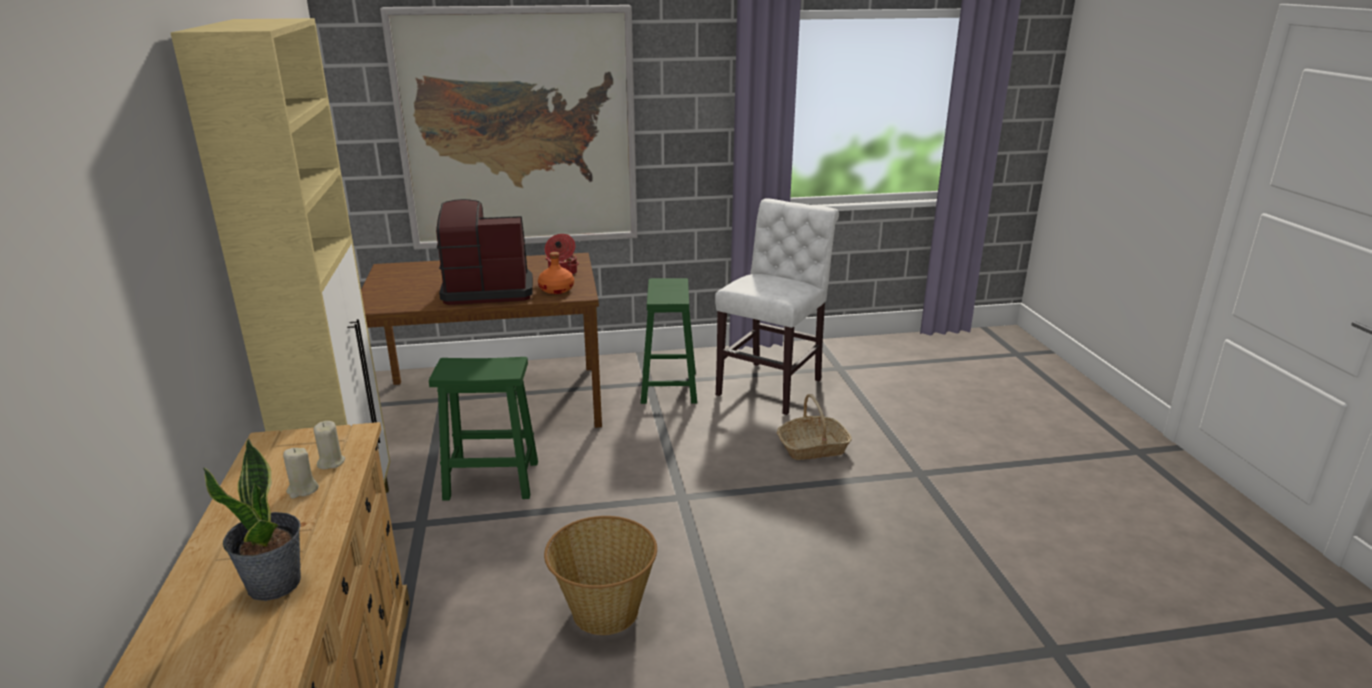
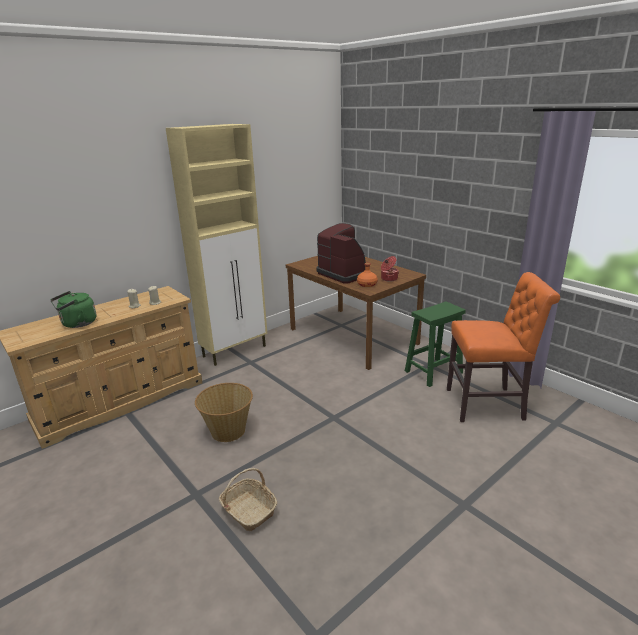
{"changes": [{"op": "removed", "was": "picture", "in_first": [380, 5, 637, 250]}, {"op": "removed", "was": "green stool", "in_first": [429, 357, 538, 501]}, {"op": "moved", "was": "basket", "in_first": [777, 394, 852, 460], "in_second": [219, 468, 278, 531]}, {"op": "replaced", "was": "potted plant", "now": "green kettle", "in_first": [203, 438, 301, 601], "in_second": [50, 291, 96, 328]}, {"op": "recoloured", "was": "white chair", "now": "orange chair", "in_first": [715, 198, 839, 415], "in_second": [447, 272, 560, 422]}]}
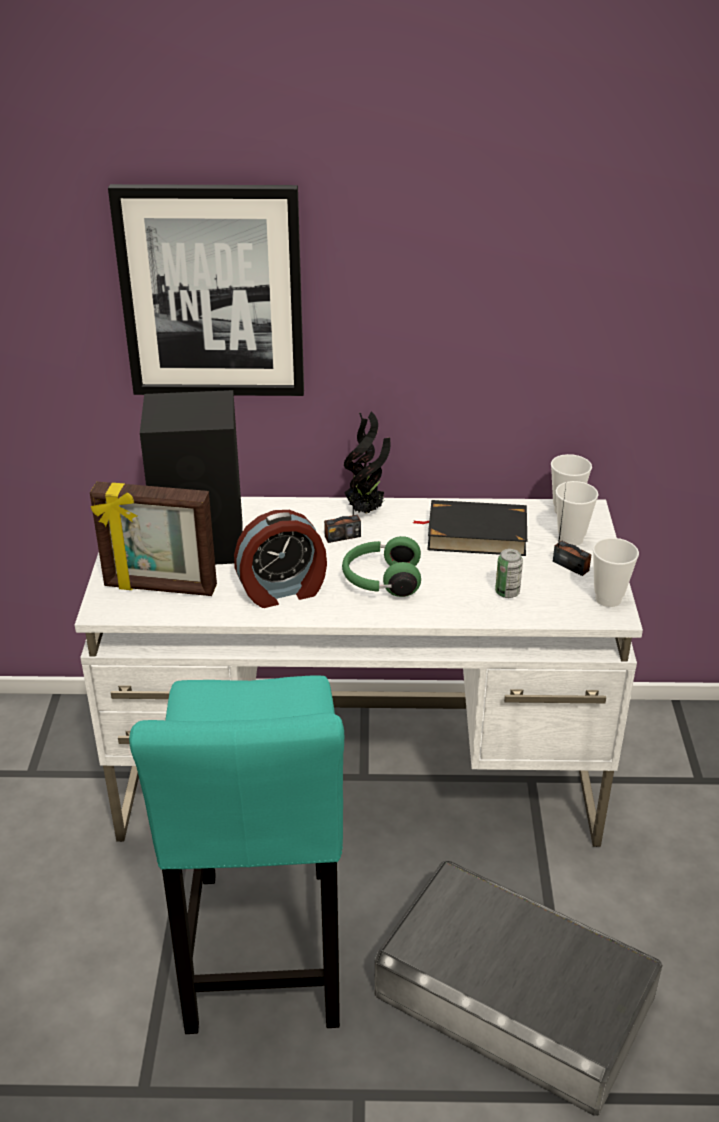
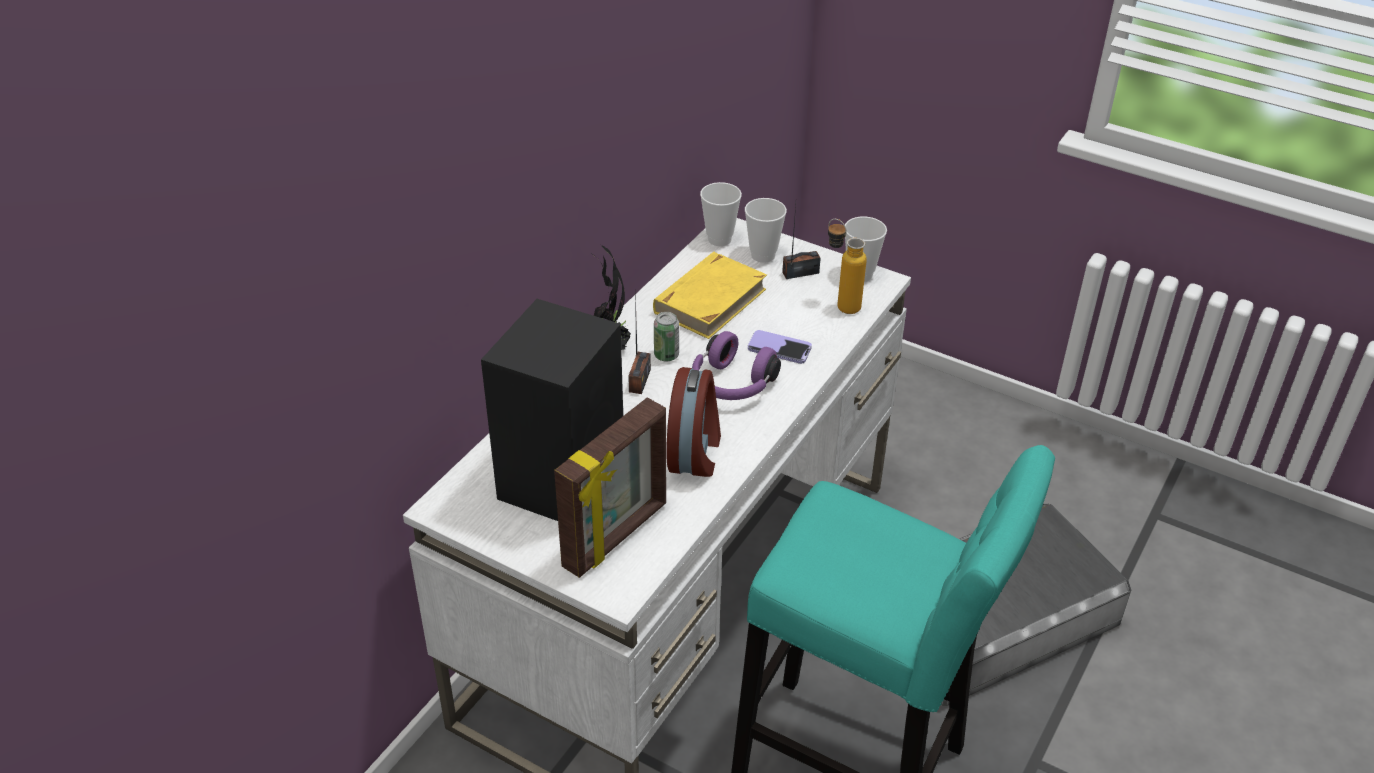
{"changes": [{"op": "removed", "was": "picture", "in_first": [108, 184, 304, 396]}, {"op": "added", "now": "phone", "in_second": [748, 330, 812, 364]}, {"op": "added", "now": "bottle", "in_second": [828, 219, 867, 314]}, {"op": "moved", "was": "can", "in_first": [495, 549, 523, 598], "in_second": [654, 312, 679, 361]}, {"op": "recoloured", "was": "green headphones", "now": "purple headphones", "in_first": [342, 536, 421, 597], "in_second": [692, 331, 781, 400]}, {"op": "recoloured", "was": "black book", "now": "yellow book", "in_first": [413, 500, 527, 556], "in_second": [653, 252, 767, 339]}]}
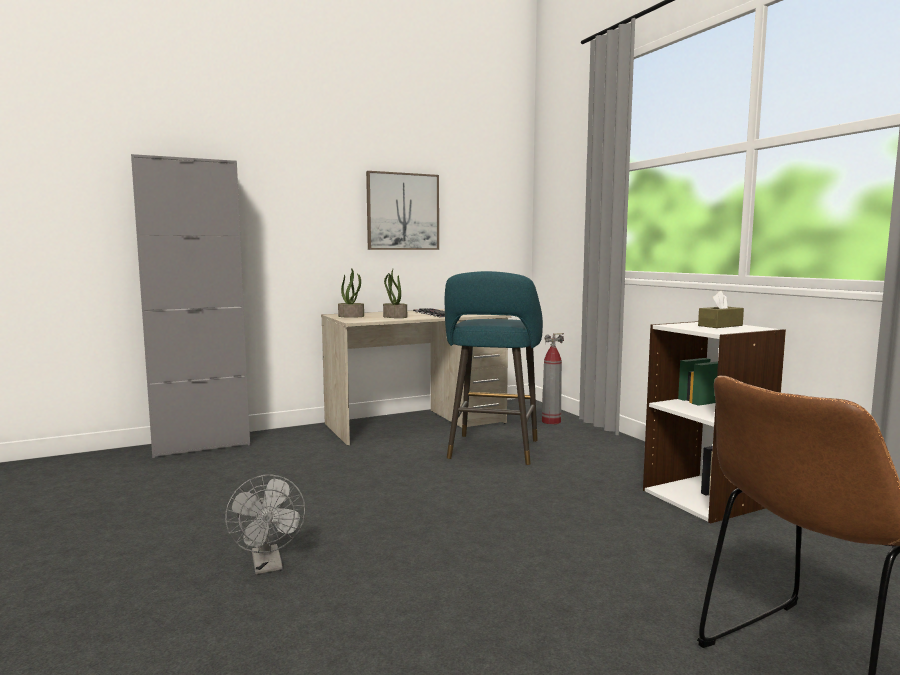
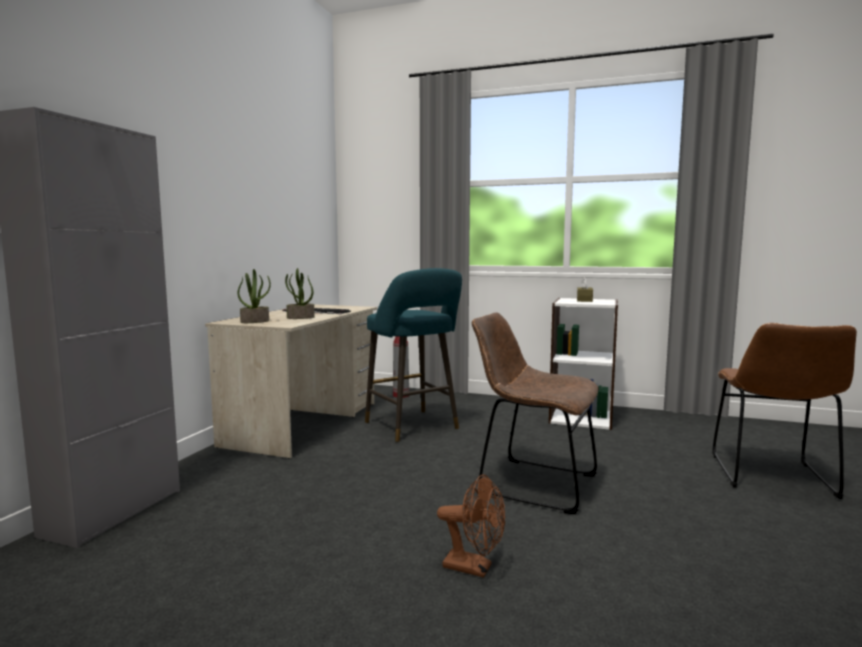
{"changes": [{"op": "removed", "was": "picture", "in_first": [366, 171, 439, 250]}, {"op": "added", "now": "brown chair", "in_second": [472, 313, 599, 514]}, {"op": "recoloured", "was": "grey fan", "now": "brown fan", "in_first": [225, 475, 306, 574], "in_second": [437, 474, 505, 578]}]}
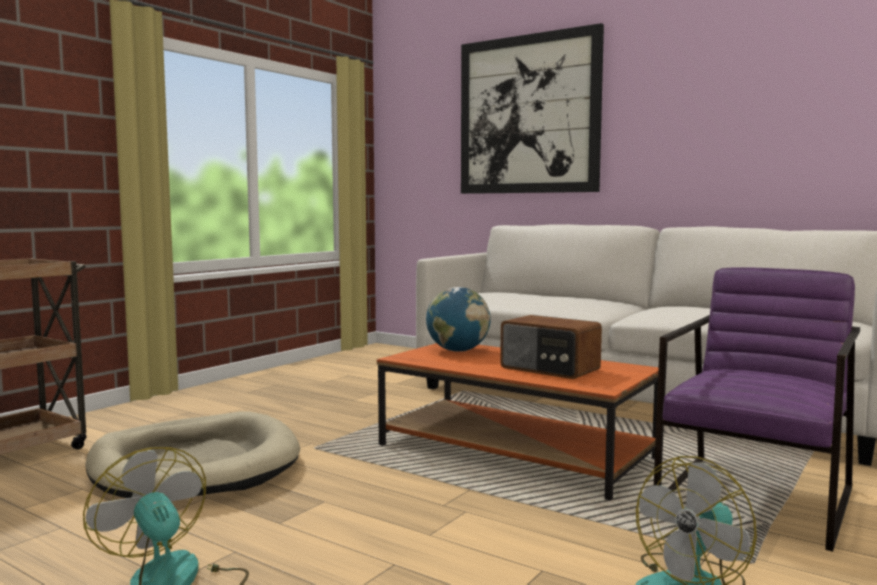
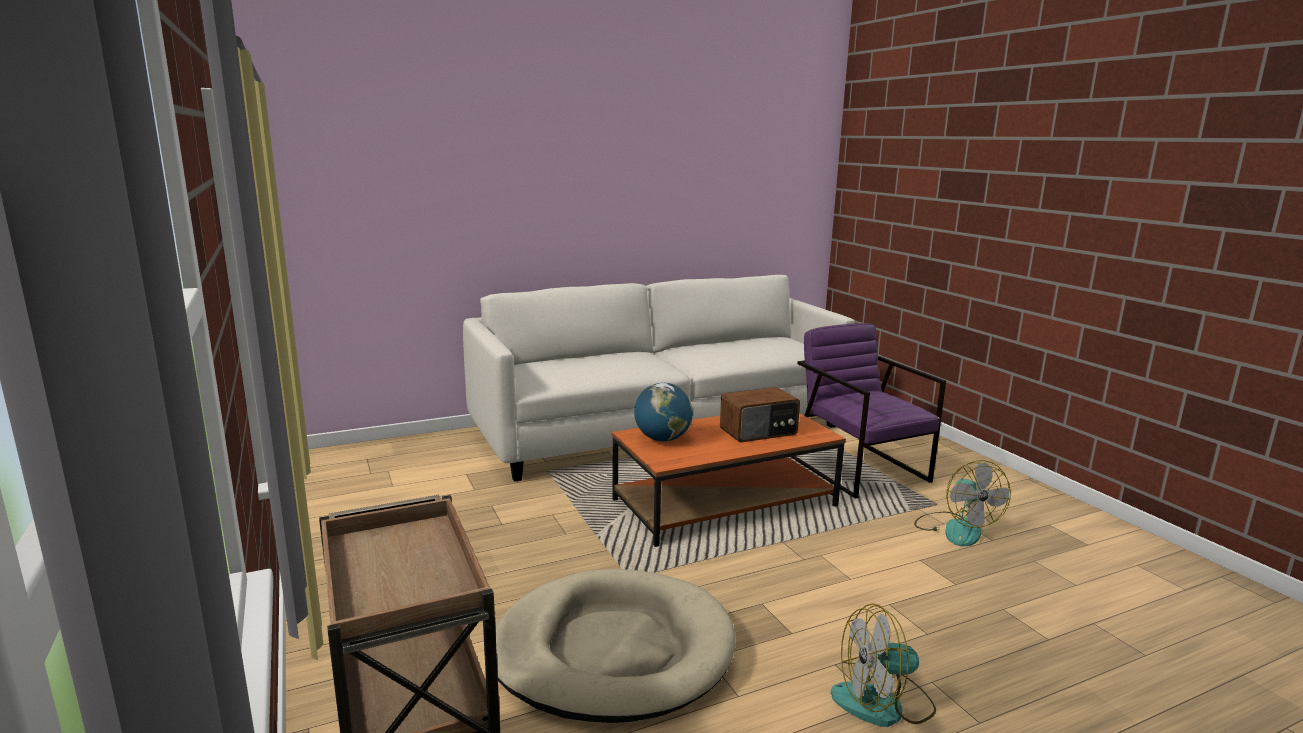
{"changes": [{"op": "removed", "was": "picture", "in_first": [461, 23, 604, 194]}]}
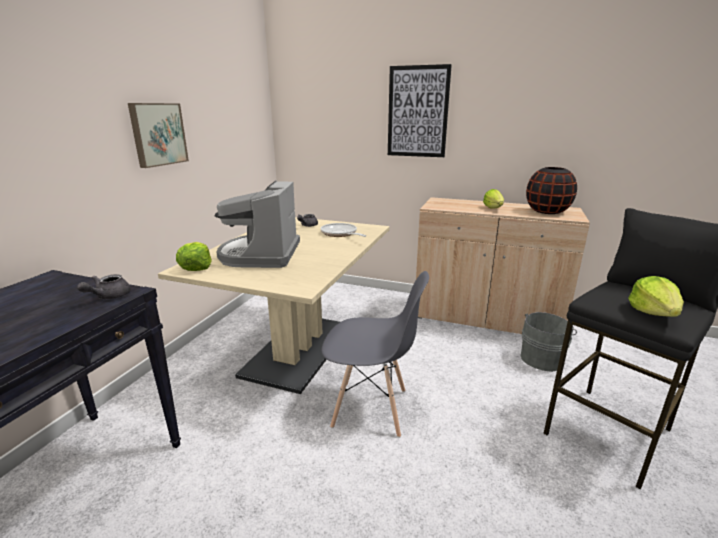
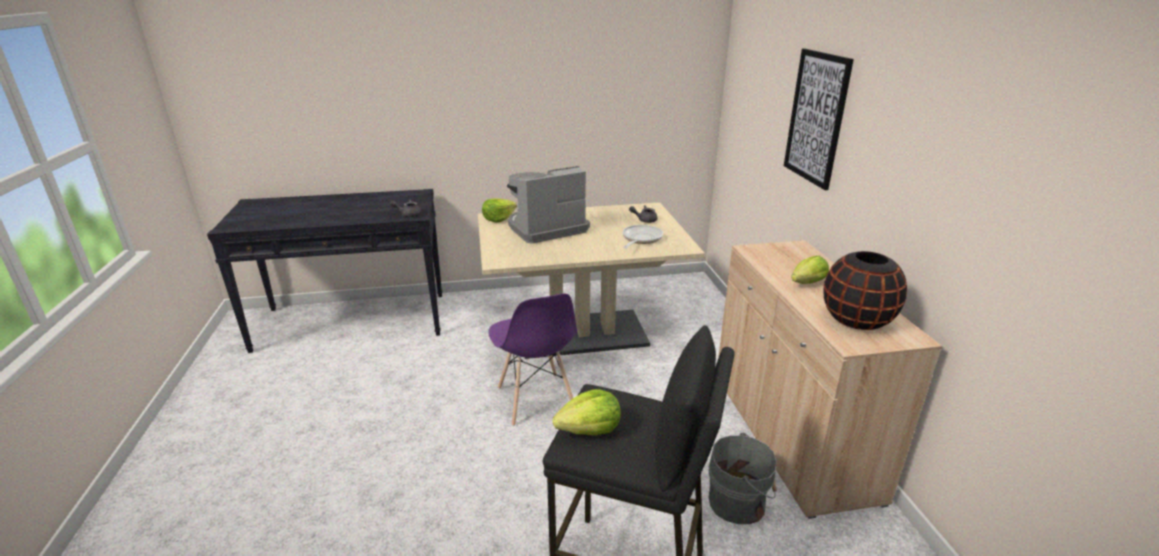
{"changes": [{"op": "removed", "was": "picture", "in_first": [128, 103, 189, 168]}, {"op": "recoloured", "was": "grey chair", "now": "purple chair", "in_first": [322, 271, 429, 438], "in_second": [488, 294, 577, 426]}]}
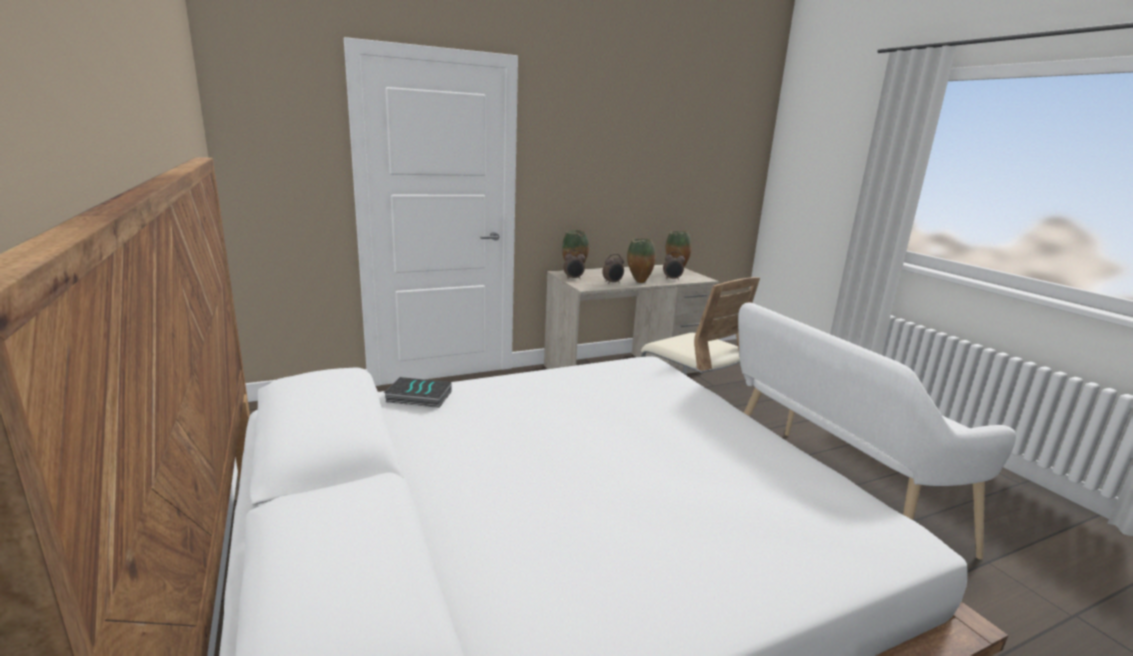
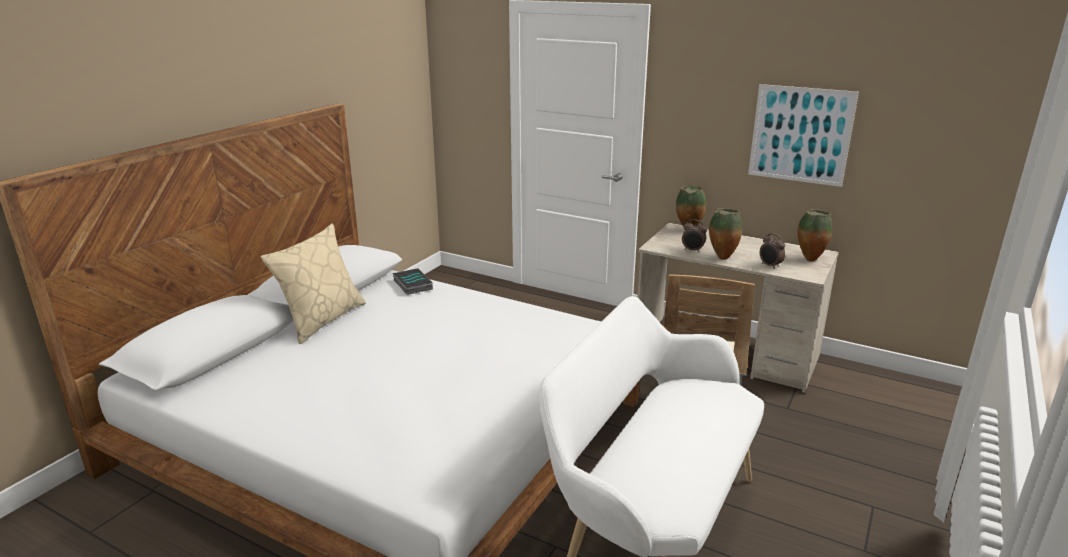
{"changes": [{"op": "removed", "was": "alarm clock", "in_first": [563, 250, 585, 279]}, {"op": "added", "now": "beige pillow", "in_second": [261, 223, 366, 344]}, {"op": "added", "now": "picture", "in_second": [748, 84, 859, 187]}]}
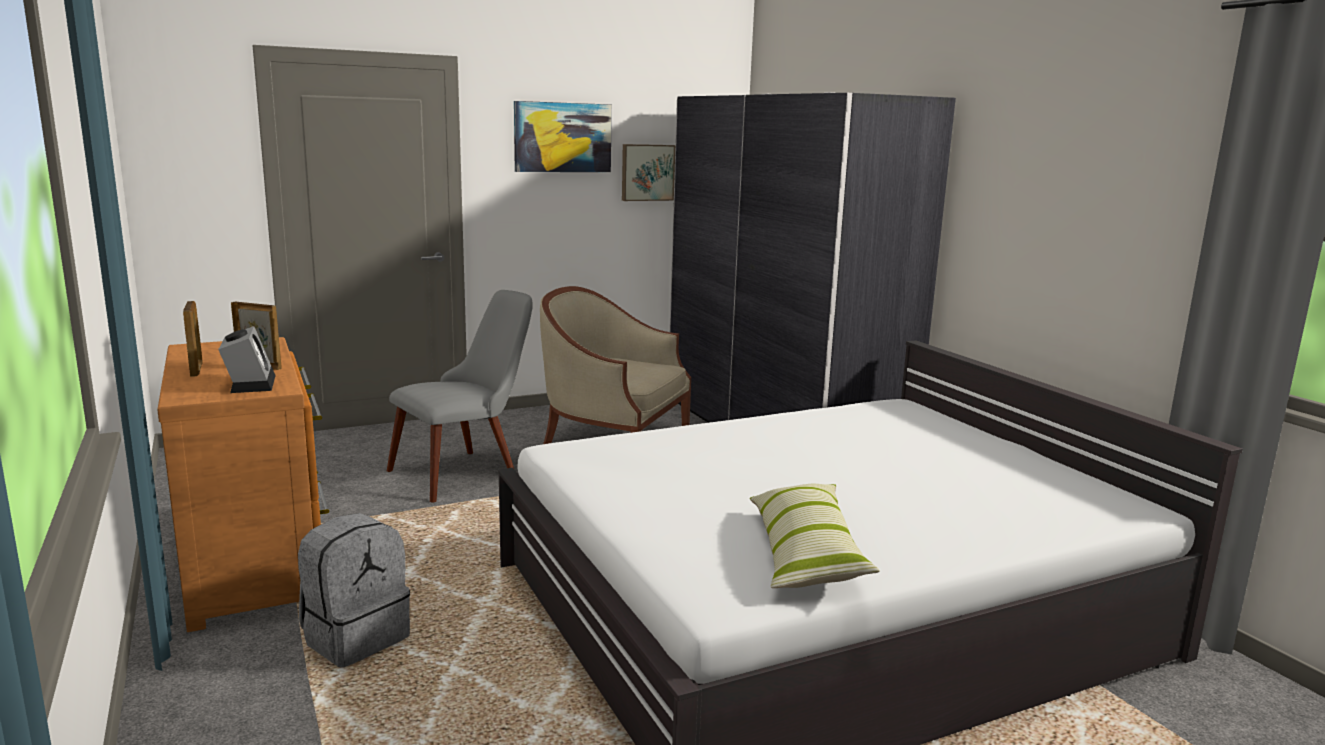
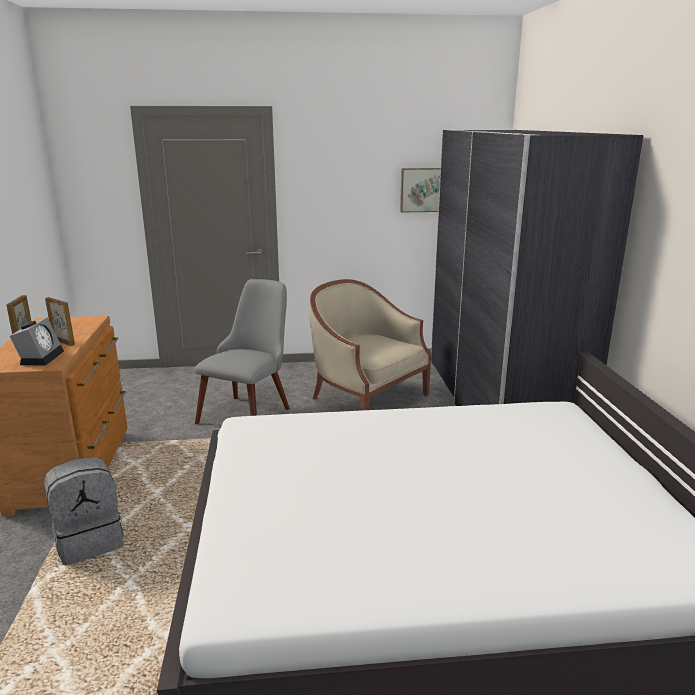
{"changes": [{"op": "removed", "was": "picture", "in_first": [514, 101, 612, 172]}, {"op": "removed", "was": "pillow", "in_first": [750, 484, 880, 588]}, {"op": "turned", "was": "grey chair", "in_first": [387, 290, 533, 503], "in_second": [194, 279, 290, 424], "clockwise": -45}]}
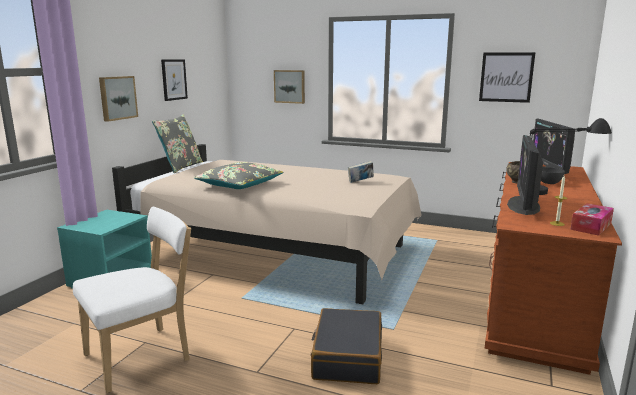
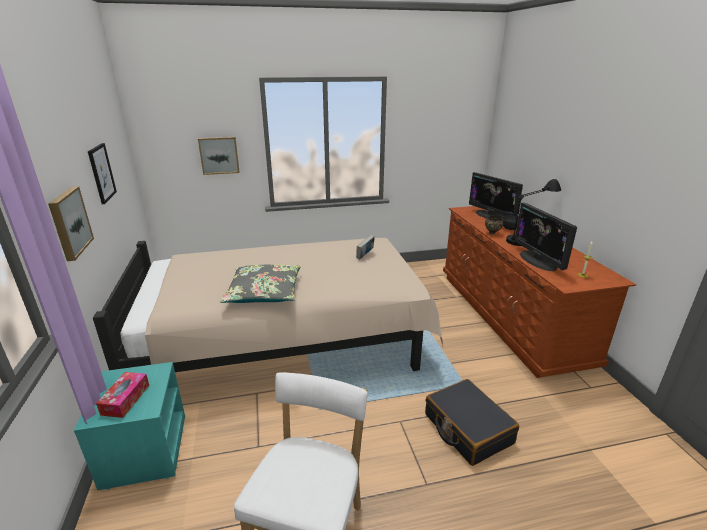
{"changes": [{"op": "removed", "was": "grey pillow", "in_first": [152, 115, 203, 173]}, {"op": "removed", "was": "picture", "in_first": [479, 52, 536, 103]}, {"op": "moved", "was": "tissue box", "in_first": [570, 203, 614, 236], "in_second": [96, 372, 149, 418]}]}
